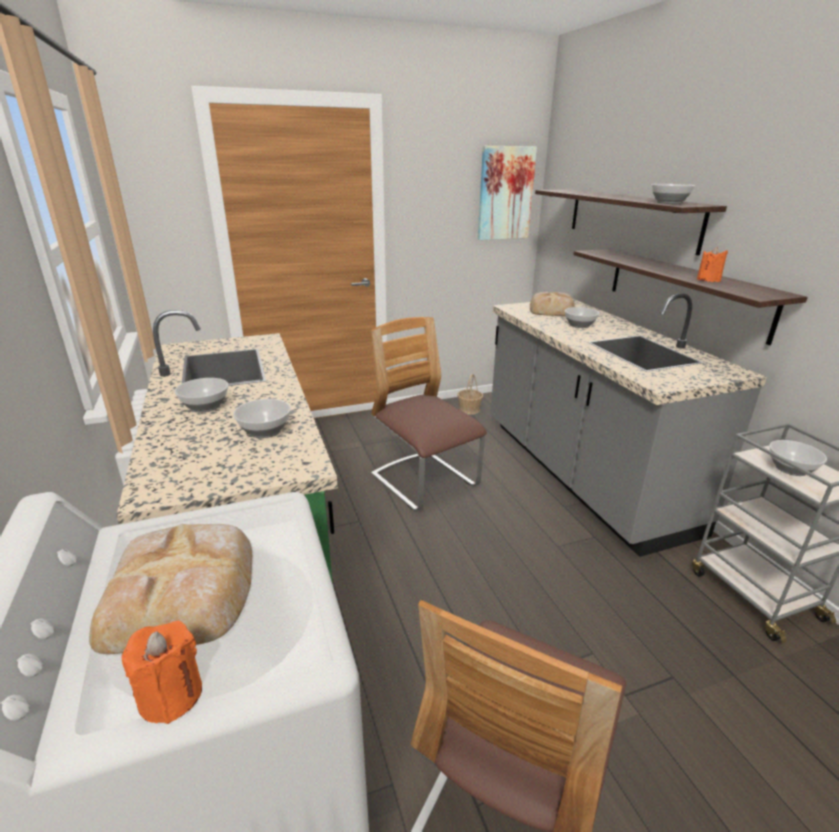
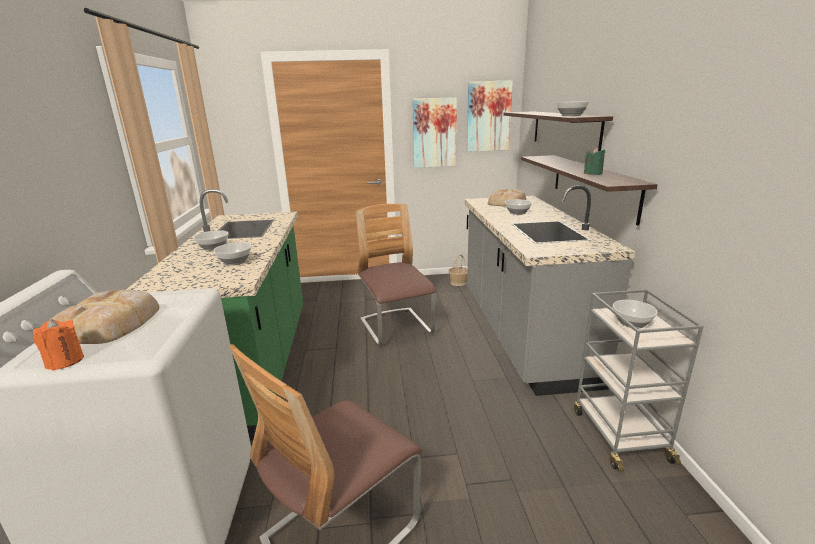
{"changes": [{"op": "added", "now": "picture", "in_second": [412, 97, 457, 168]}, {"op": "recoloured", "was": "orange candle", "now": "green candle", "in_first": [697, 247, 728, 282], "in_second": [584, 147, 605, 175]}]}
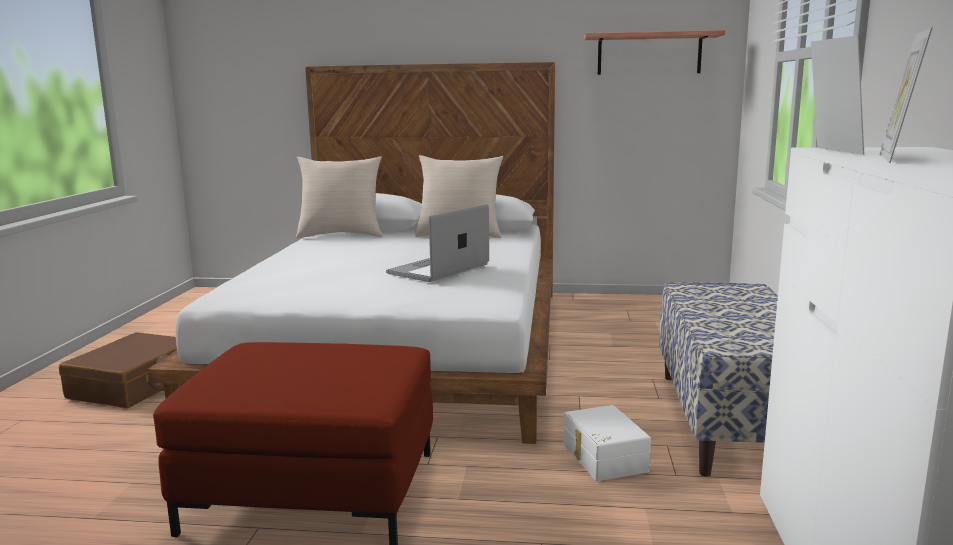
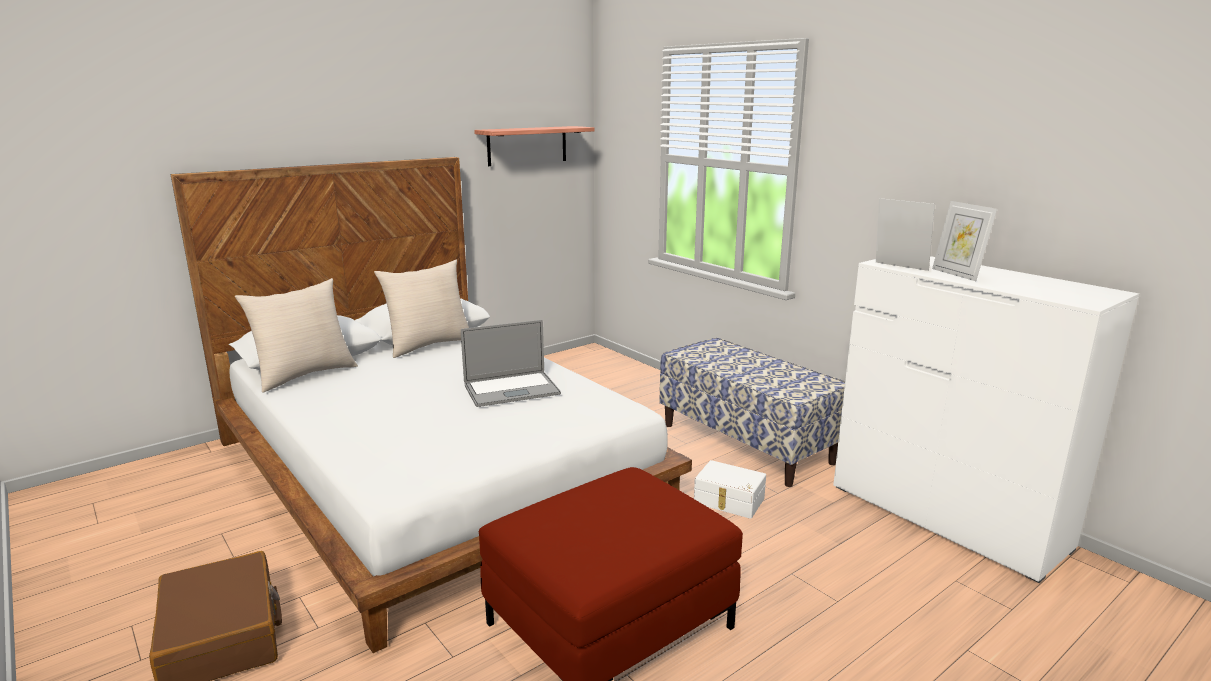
{"changes": [{"op": "turned", "was": "laptop", "in_first": [386, 204, 489, 282], "in_second": [461, 320, 561, 407], "clockwise": -105}]}
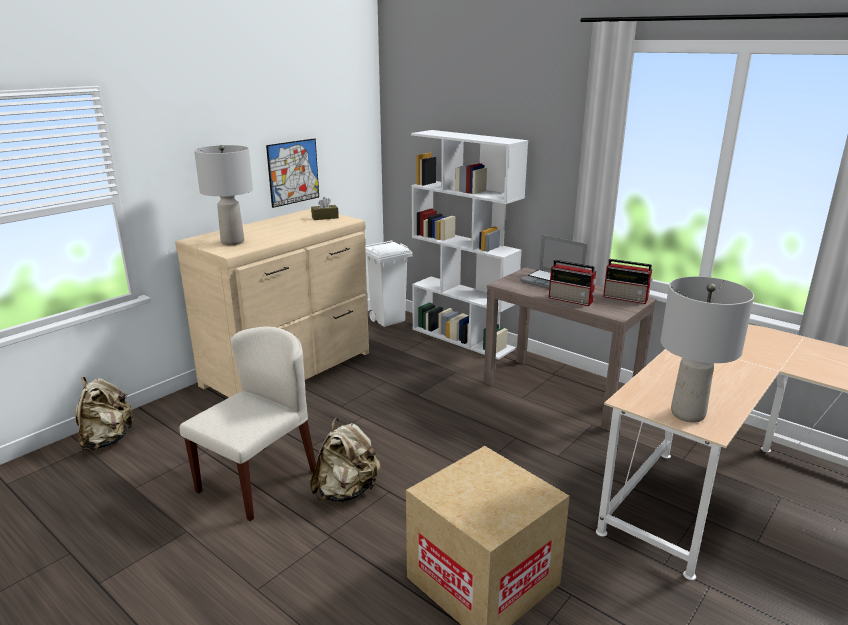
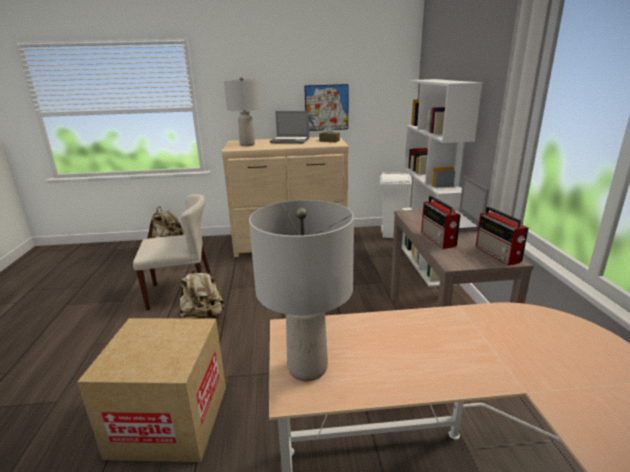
{"changes": [{"op": "added", "now": "laptop", "in_second": [270, 111, 310, 144]}]}
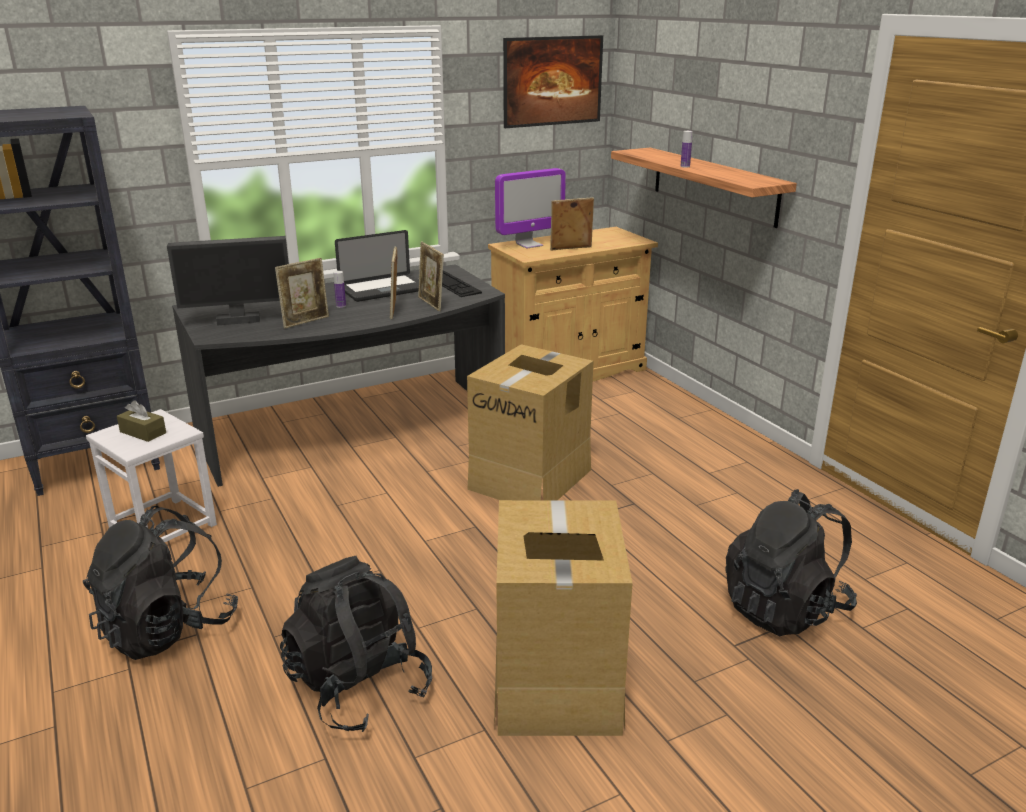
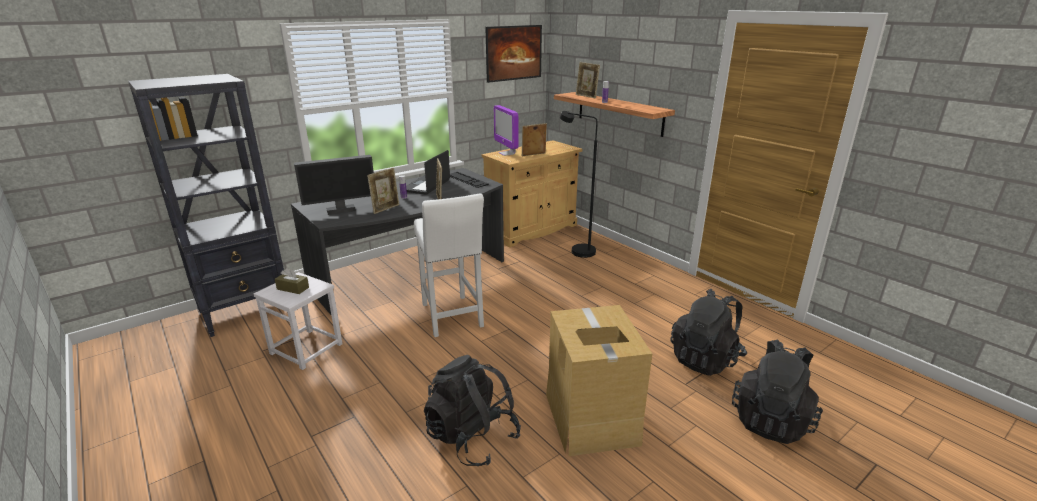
{"changes": [{"op": "removed", "was": "cardboard box", "in_first": [467, 344, 593, 500]}, {"op": "added", "now": "white stool", "in_second": [414, 194, 484, 337]}, {"op": "added", "now": "black floor lamp", "in_second": [560, 111, 598, 258]}, {"op": "moved", "was": "black backpack", "in_first": [83, 505, 238, 660], "in_second": [732, 340, 823, 444]}, {"op": "moved", "was": "picture frame", "in_first": [418, 242, 444, 311], "in_second": [576, 62, 600, 99]}, {"op": "turned", "was": "laptop", "in_first": [335, 230, 419, 302], "in_second": [406, 150, 450, 195], "clockwise": 150}, {"op": "turned", "was": "monitor", "in_first": [495, 168, 566, 249], "in_second": [494, 105, 518, 156], "clockwise": 105}]}
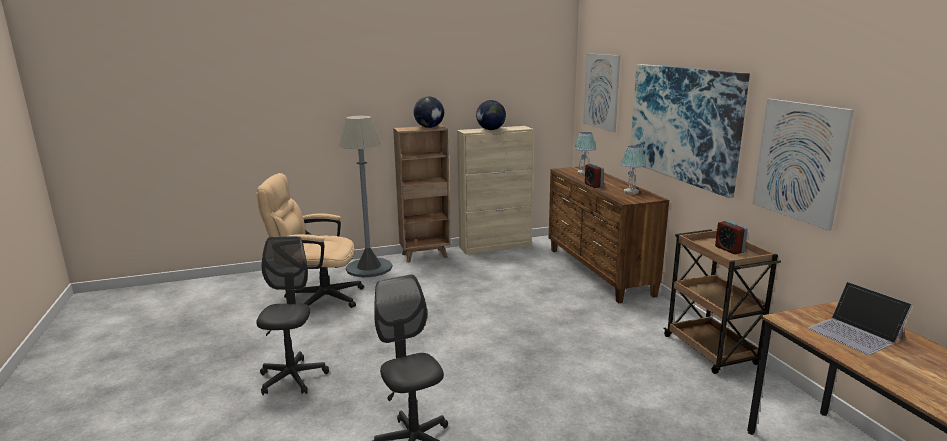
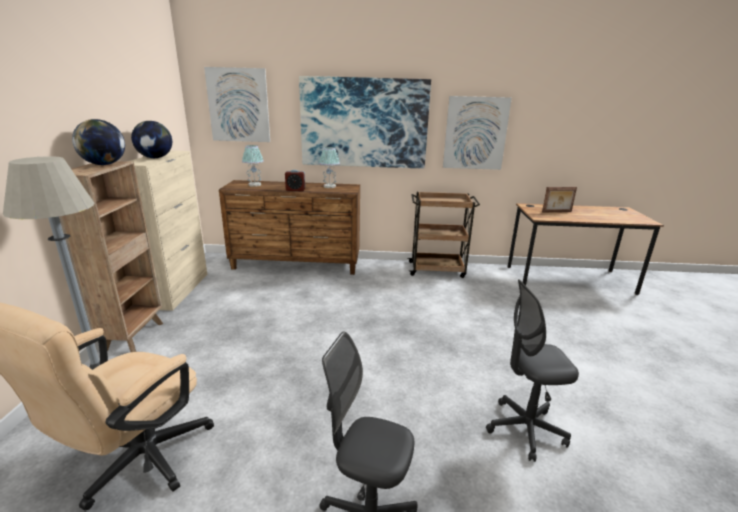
{"changes": [{"op": "removed", "was": "alarm clock", "in_first": [715, 221, 748, 254]}, {"op": "replaced", "was": "laptop", "now": "picture frame", "in_first": [808, 282, 913, 355], "in_second": [542, 187, 577, 213]}]}
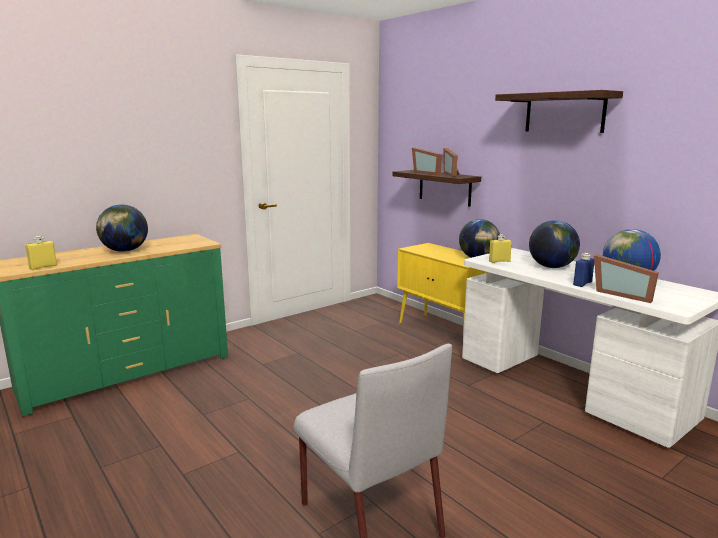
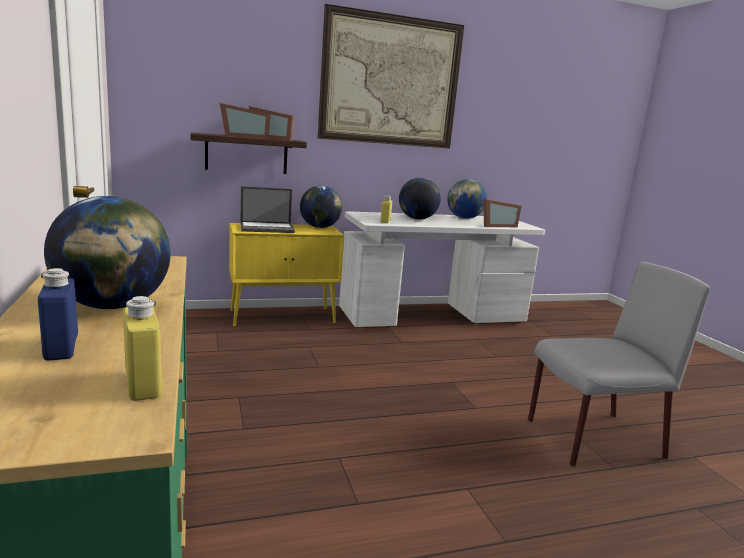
{"changes": [{"op": "added", "now": "laptop", "in_second": [240, 186, 295, 233]}, {"op": "moved", "was": "blue bottle", "in_first": [573, 253, 594, 287], "in_second": [38, 268, 78, 361]}, {"op": "replaced", "was": "shelf", "now": "picture", "in_first": [495, 90, 623, 133], "in_second": [318, 4, 464, 149]}]}
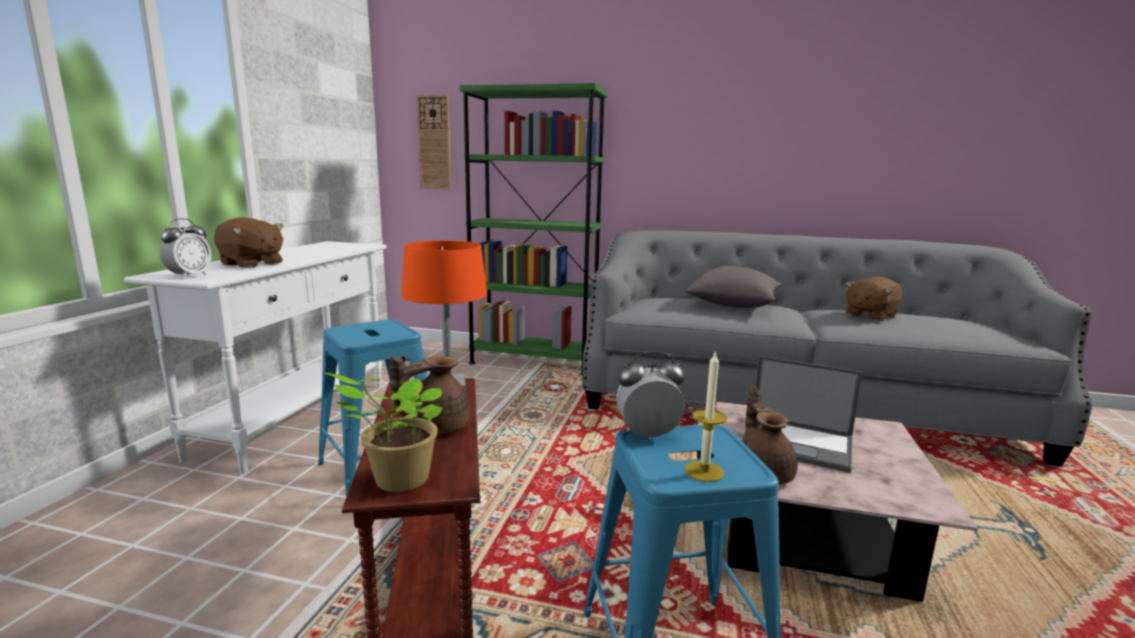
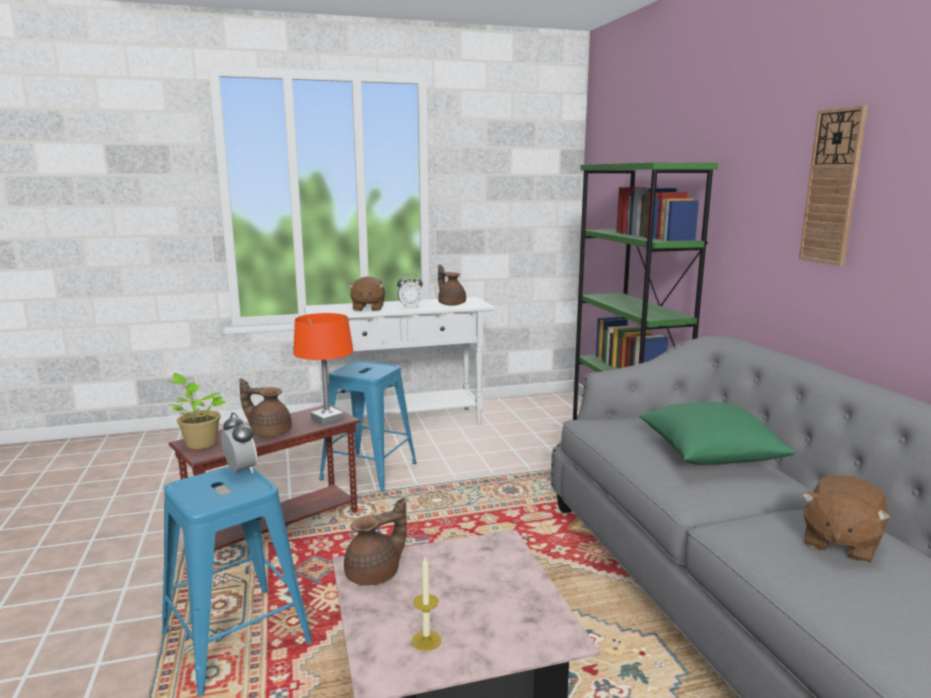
{"changes": [{"op": "removed", "was": "laptop", "in_first": [741, 356, 863, 473]}, {"op": "added", "now": "brown teapot", "in_second": [438, 264, 466, 306]}, {"op": "moved", "was": "alarm clock", "in_first": [159, 218, 212, 279], "in_second": [397, 273, 423, 308]}, {"op": "moved", "was": "wall clock", "in_first": [416, 95, 451, 189], "in_second": [799, 105, 868, 266]}, {"op": "moved", "was": "candle", "in_first": [684, 350, 727, 482], "in_second": [412, 558, 441, 651]}, {"op": "recoloured", "was": "grey pillow", "now": "green pillow", "in_first": [685, 266, 781, 308], "in_second": [639, 402, 795, 465]}, {"op": "turned", "was": "brown plush toy", "in_first": [846, 277, 902, 322], "in_second": [801, 475, 891, 563], "clockwise": -75}]}
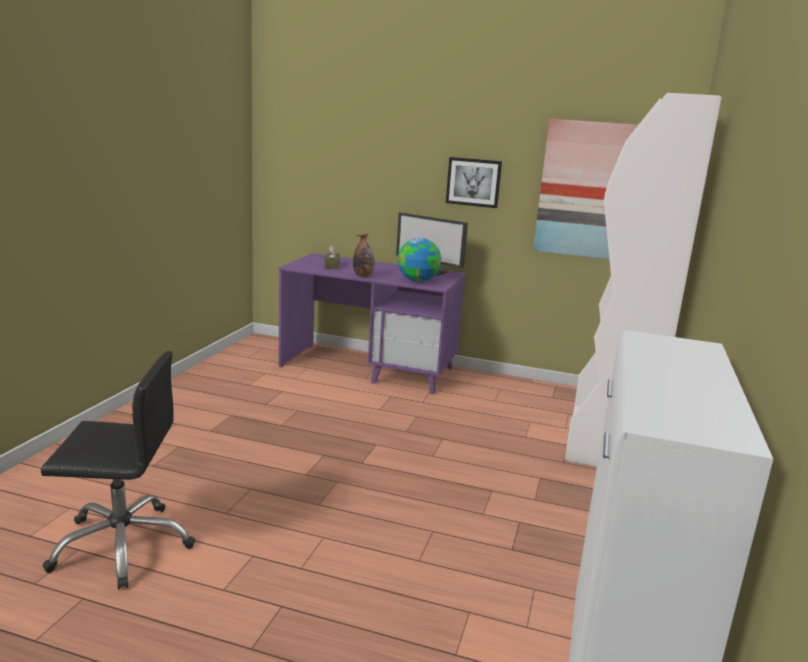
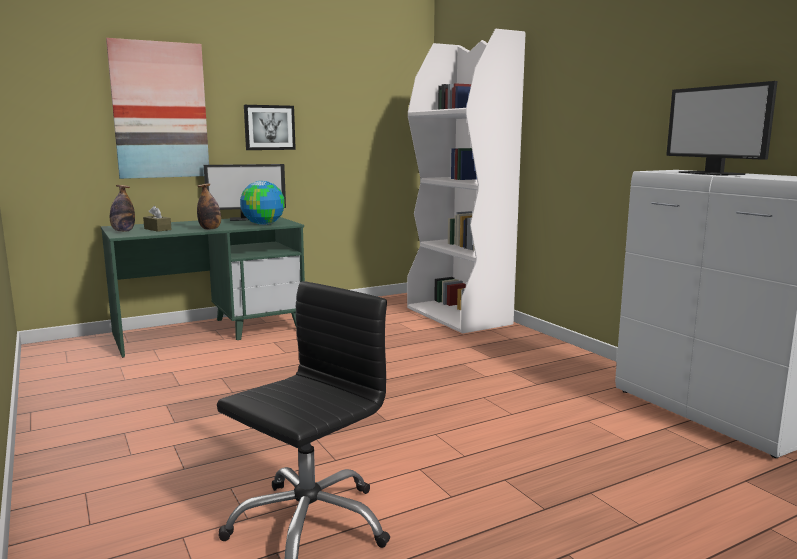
{"changes": [{"op": "added", "now": "bottle", "in_second": [110, 185, 135, 232]}, {"op": "added", "now": "monitor", "in_second": [666, 81, 778, 176]}, {"op": "moved", "was": "picture", "in_first": [533, 119, 638, 259], "in_second": [106, 38, 209, 179]}, {"op": "recoloured", "was": "purple desk", "now": "green desk", "in_first": [278, 253, 466, 394], "in_second": [101, 217, 305, 358]}]}
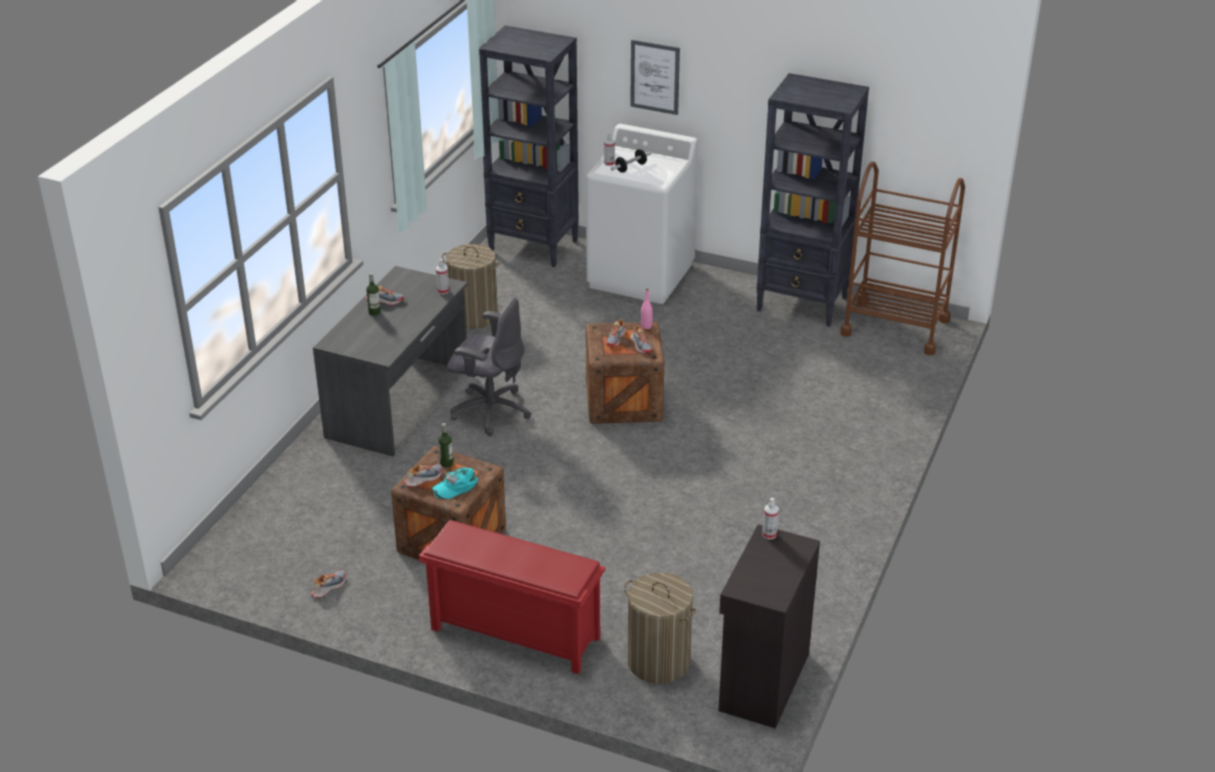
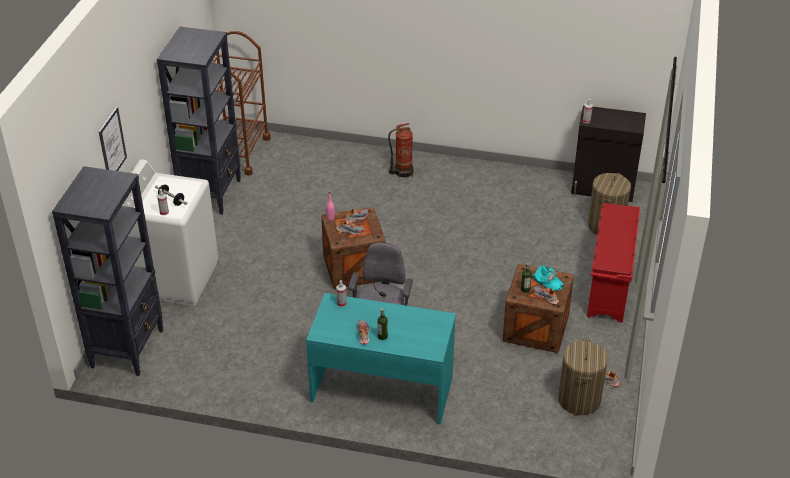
{"changes": [{"op": "added", "now": "fire extinguisher", "in_second": [388, 123, 414, 177]}, {"op": "moved", "was": "laundry basket", "in_first": [442, 244, 500, 329], "in_second": [558, 339, 608, 415]}, {"op": "recoloured", "was": "grey desk", "now": "turquoise desk", "in_first": [313, 266, 467, 457], "in_second": [306, 293, 456, 425]}]}
